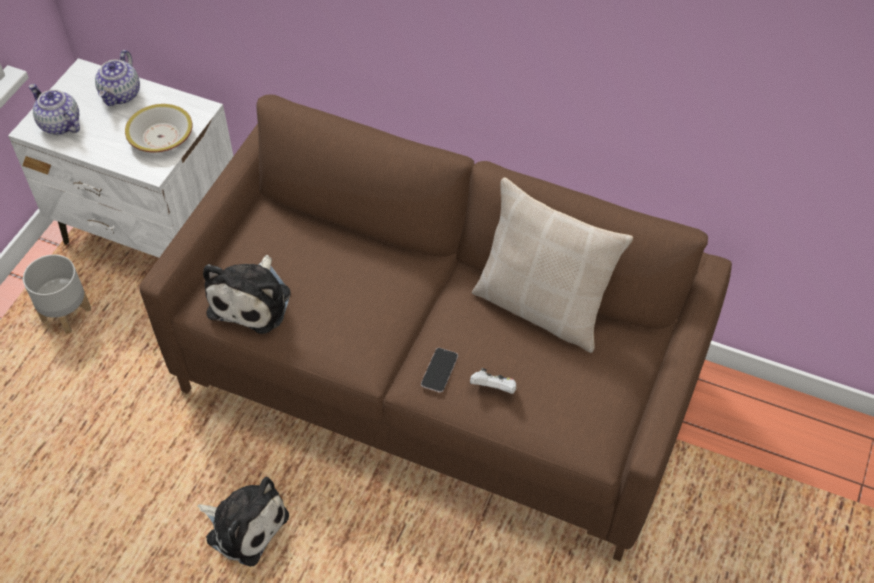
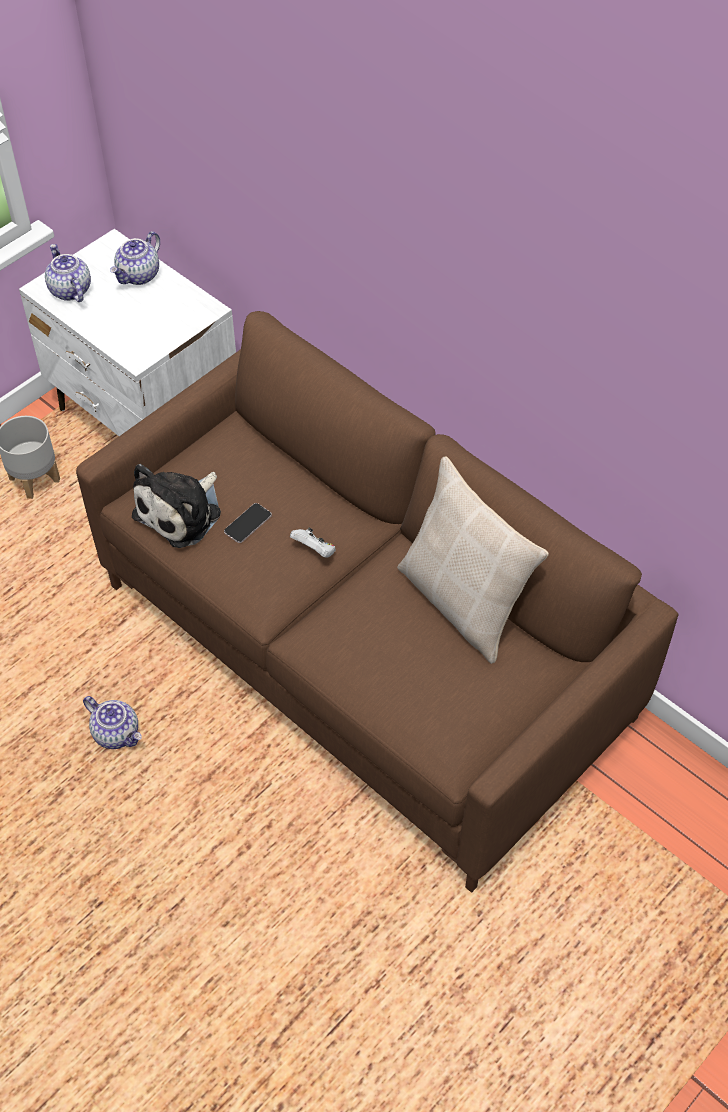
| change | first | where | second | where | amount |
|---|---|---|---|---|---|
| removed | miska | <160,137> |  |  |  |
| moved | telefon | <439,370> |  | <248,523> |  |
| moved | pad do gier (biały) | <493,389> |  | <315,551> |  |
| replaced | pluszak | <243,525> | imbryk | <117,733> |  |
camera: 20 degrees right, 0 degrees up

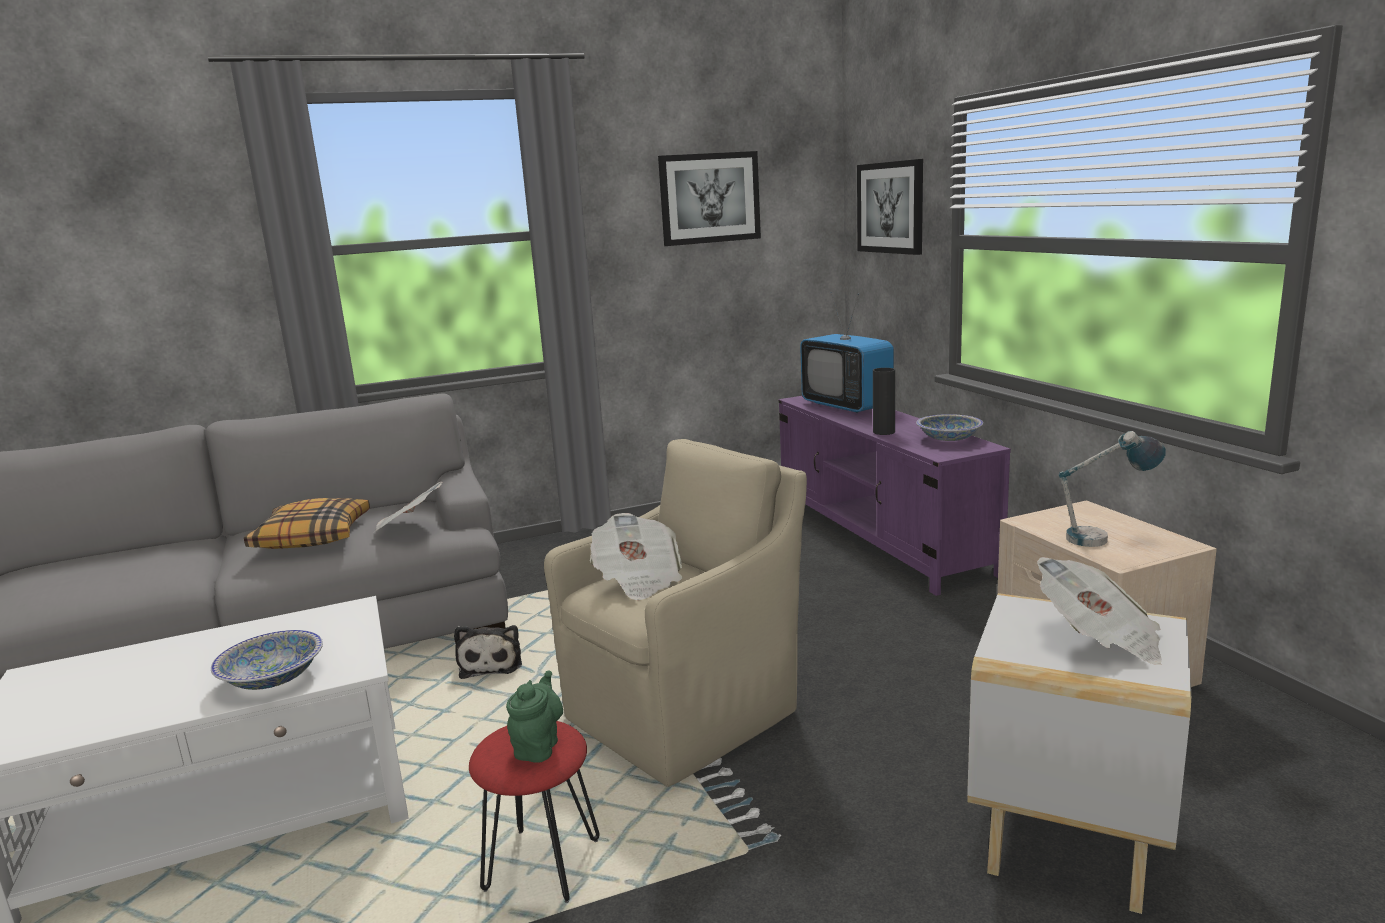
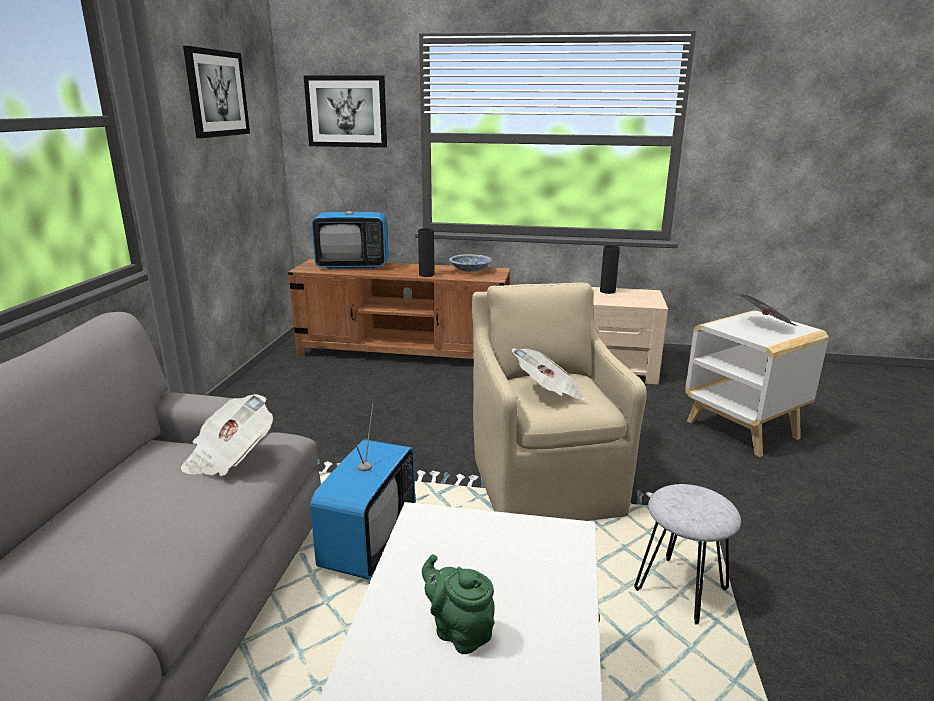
| change | first | where | second | where | amount |
|---|---|---|---|---|---|
| recoloured | szafka pod telewizor (fioletowy) | <880,535> | szafka pod telewizor (brązowy) | <404,353> |  |
| removed | lampa stołowa | <1105,539> |  |  |  |
| removed | poduszka | <313,536> |  |  |  |
| replaced | pluszak | <491,663> | telewizor | <368,543> |  |
| removed | miska | <273,678> |  |  |  |
| moved | imbryk (zielony) | <538,746> |  | <459,631> |  |
| recoloured | stołek (czerwony) | <542,867> | stołek (szary) | <681,591> |  |
| added |  |  | wazon (czarny) | <607,291> |  |
camera: 60 degrees left, 5 degrees up

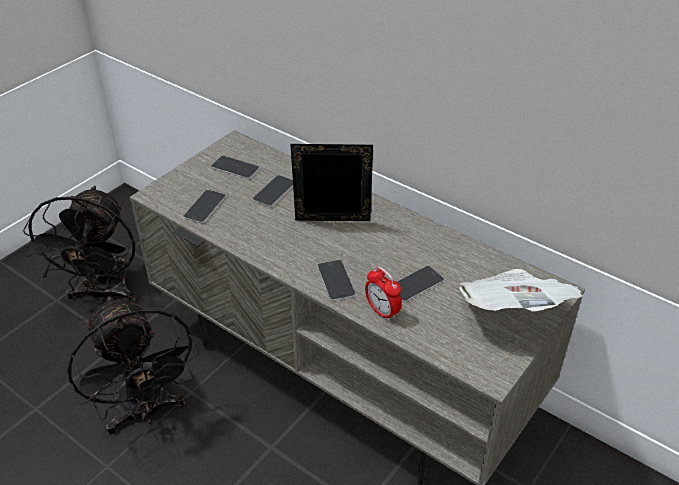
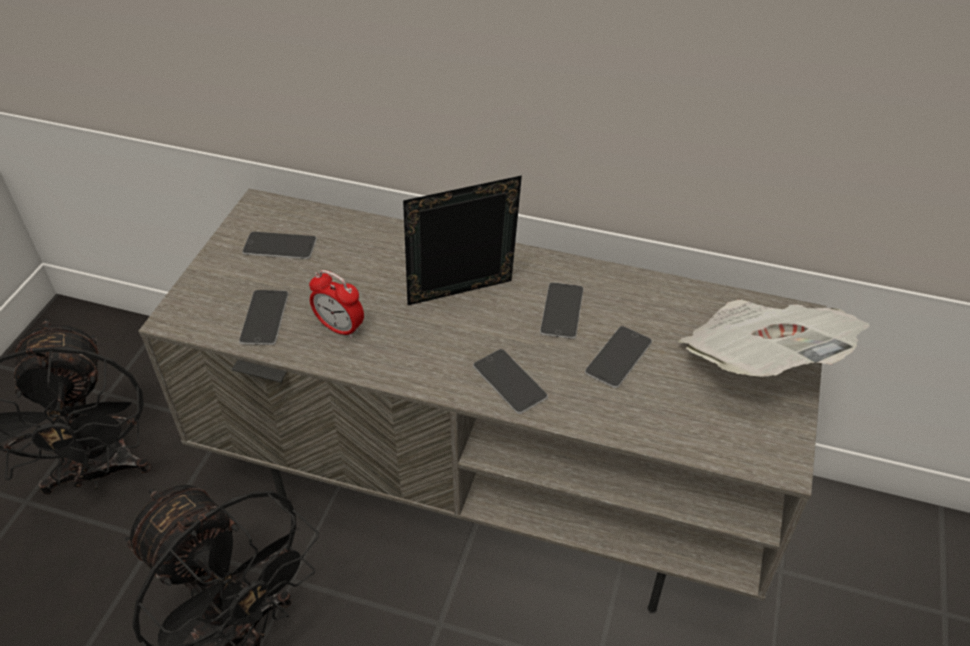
| change | first | where | second | where | amount |
|---|---|---|---|---|---|
| moved | telefon | <274,191> |  | <562,310> |  |
| moved | budzik | <382,311> |  | <340,328> |  |
camera: 20 degrees left, 5 degrees up

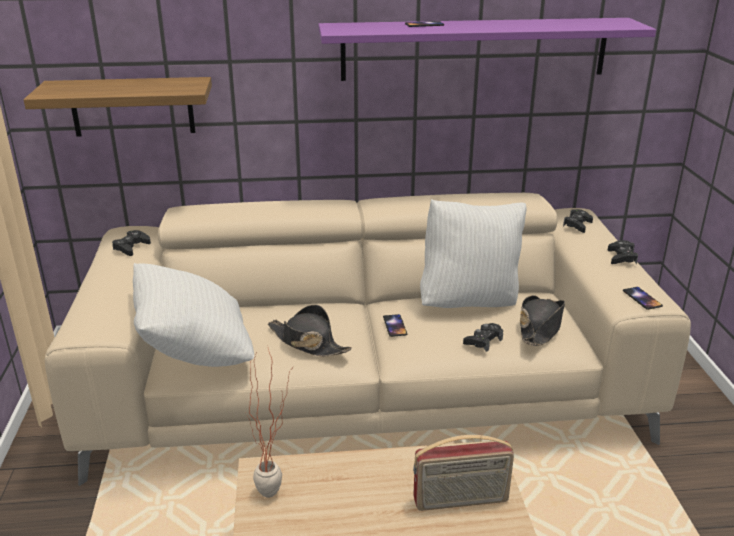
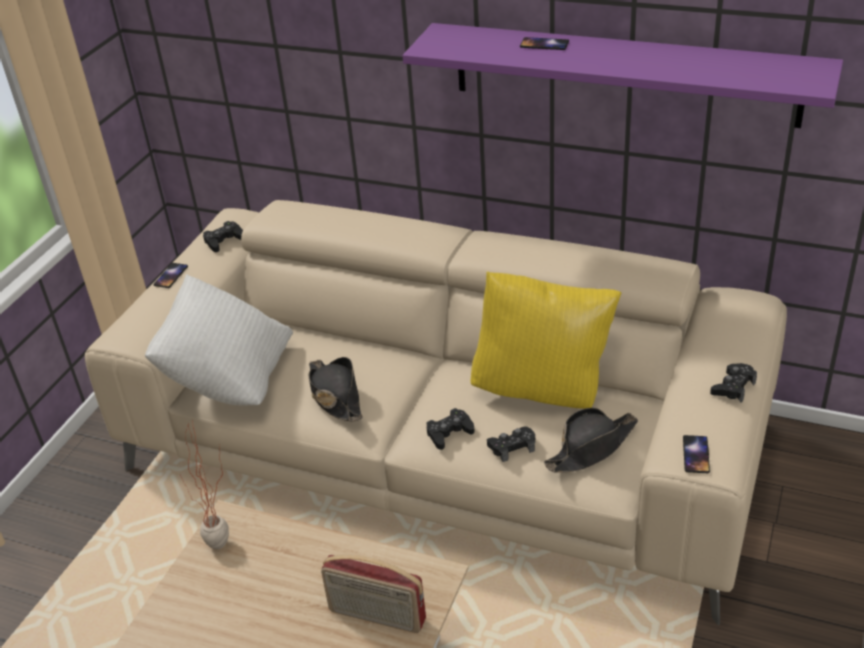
| change | first | where | second | where | amount |
|---|---|---|---|---|---|
| removed | półka | <132,106> |  |  |  |
| recoloured | poduszka (biały) | <469,302> | poduszka (żółty) | <543,390> |  |
| moved | pad do gier (czarny) | <577,225> |  | <449,433> |  |
| moved | telefon | <395,326> |  | <171,276> |  |
camera: 30 degrees right, 10 degrees up

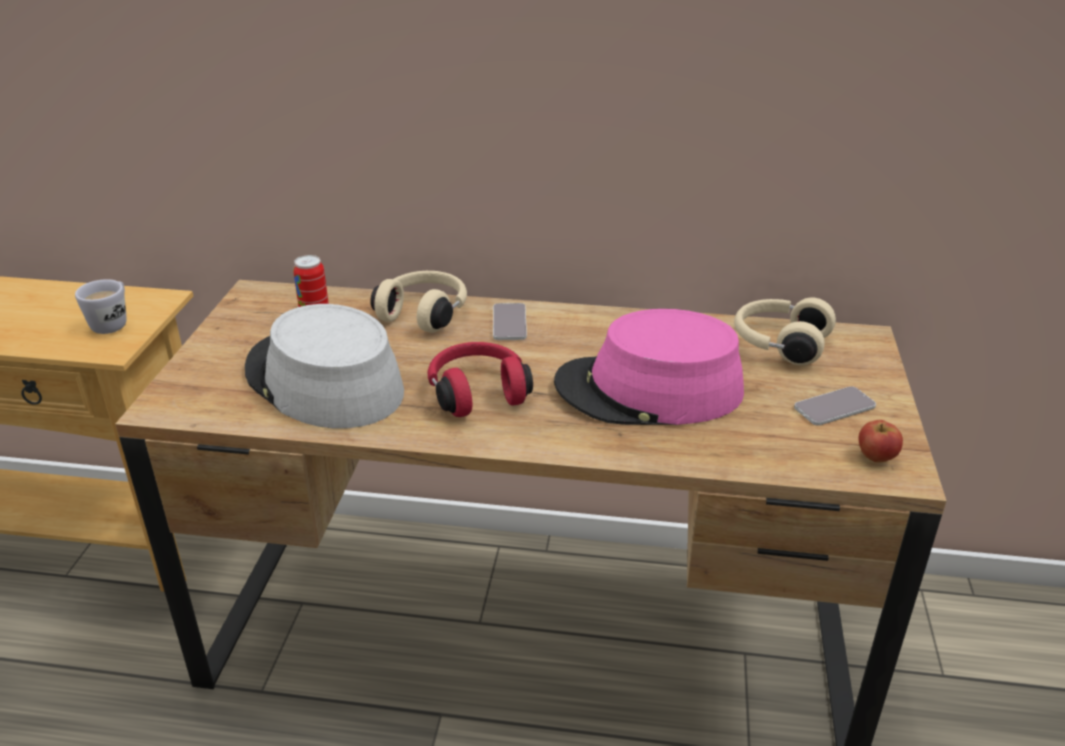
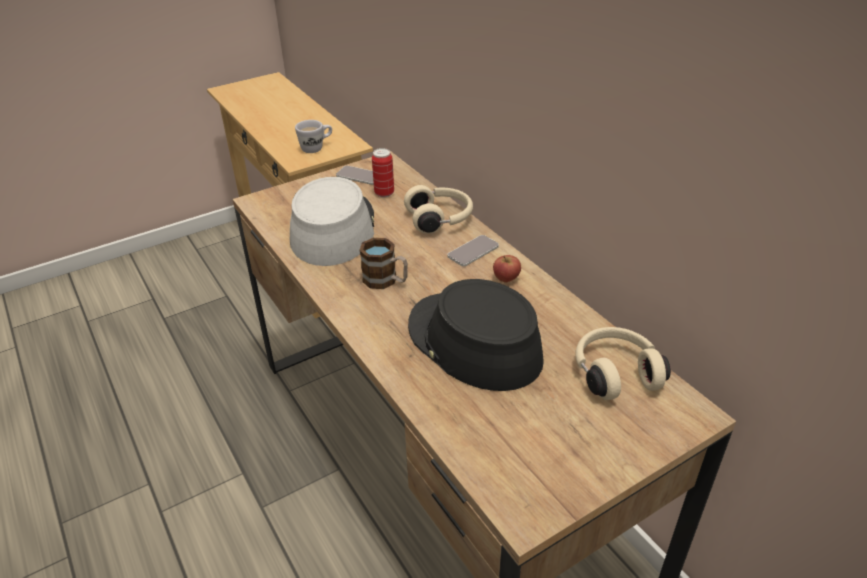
| change | first | where | second | where | amount |
|---|---|---|---|---|---|
| recoloured | kapelusz (różowy) | <649,390> | kapelusz (czarny) | <473,342> |  |
| replaced | słuchawki (czerwony) | <477,392> | kubek | <386,281> |  |
| moved | telefon | <834,407> |  | <359,176> |  |
| moved | jabłko | <876,457> |  | <506,279> |  |
camera: 50 degrees right, 5 degrees up

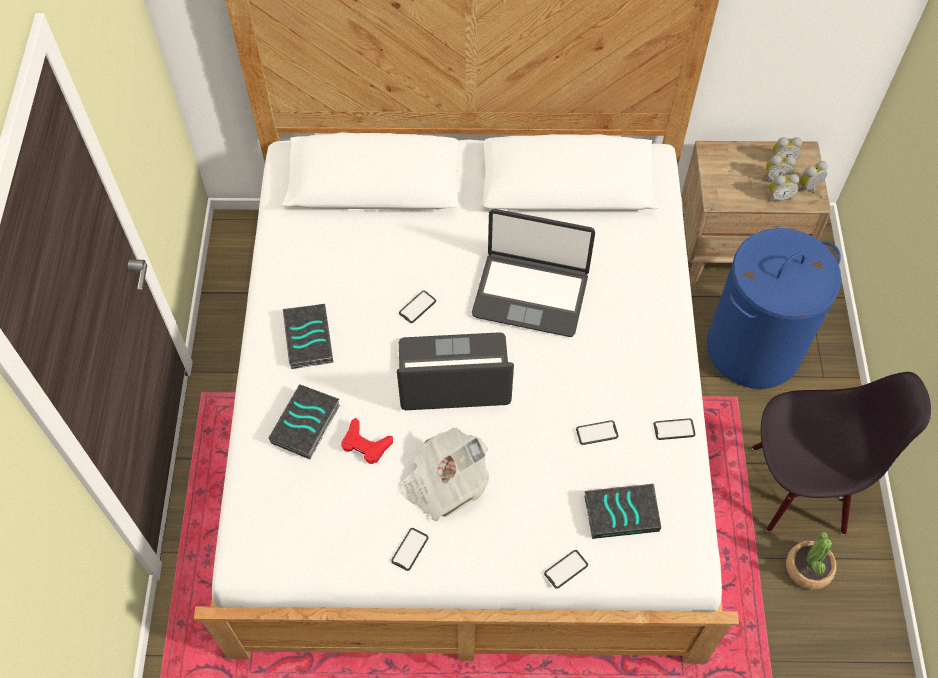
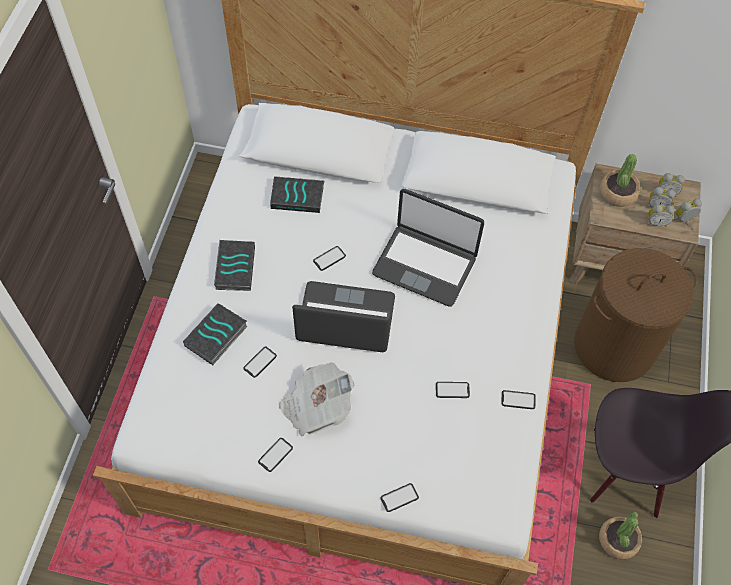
| change | first | where | second | where | amount |
|---|---|---|---|---|---|
| recoloured | kosz na pranie (niebieski) | <753,348> | kosz na pranie (brązowy) | <614,347> |  |
| replaced | pad do gier (czerwony) | <365,444> | telefon | <260,362> |  |
| moved | książka | <622,512> |  | <298,196> |  |
| added |  |  | roślina doniczkowa | <618,193> |  |
camera: 10 degrees right, 0 degrees up

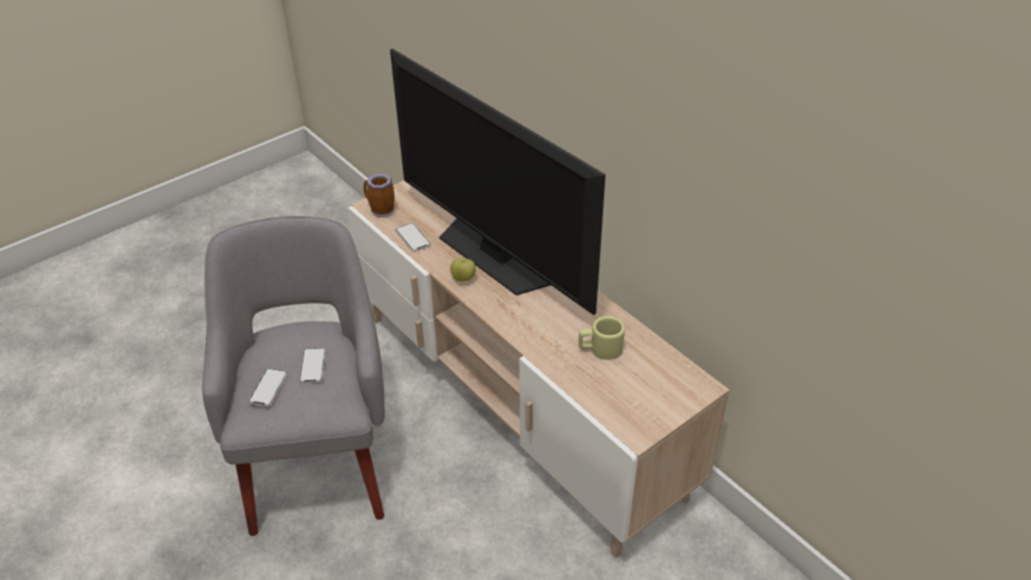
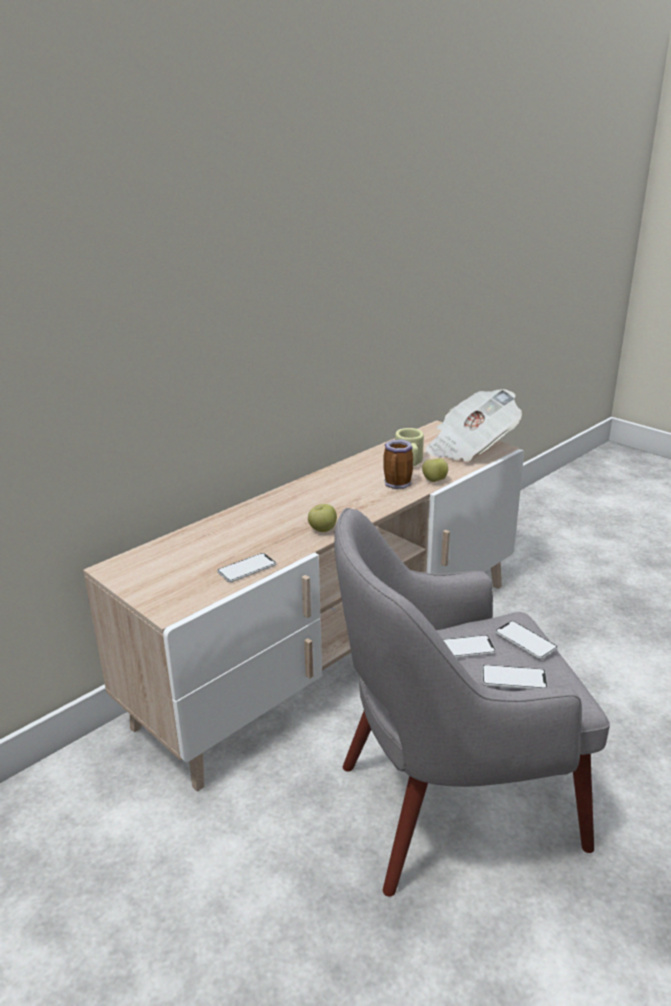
| change | first | where | second | where | amount |
|---|---|---|---|---|---|
| removed | telewizor | <496,255> |  |  |  |
| moved | kubek | <380,210> |  | <398,485> |  |
| added |  |  | gazeta | <470,448> |  |
| added |  |  | jabłko | <434,480> |  |
| added |  |  | telefon | <525,641> |  |
camera: 95 degrees left, 15 degrees down

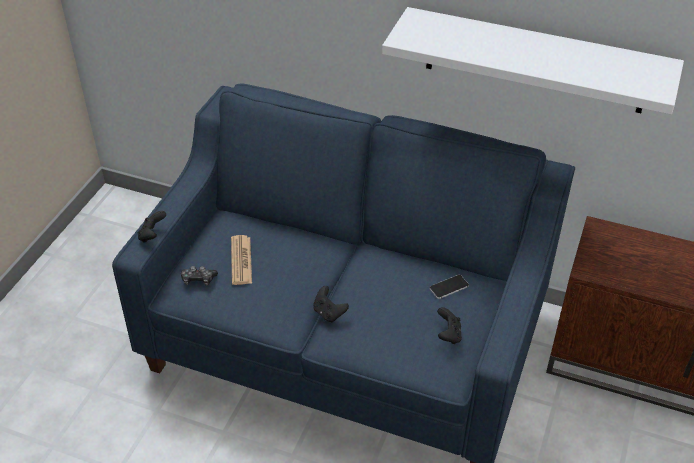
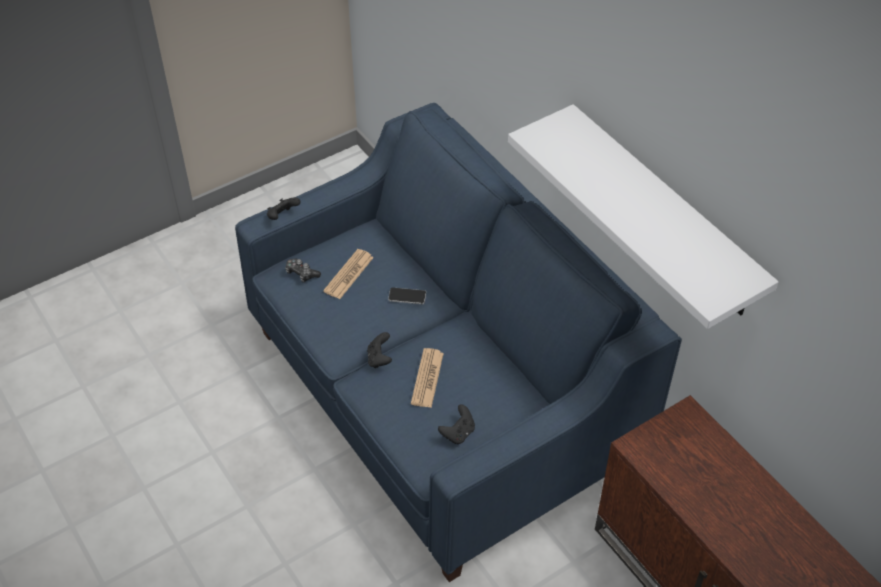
| change | first | where | second | where | amount |
|---|---|---|---|---|---|
| moved | telefon | <449,287> |  | <407,296> |  |
| added |  |  | gazeta | <427,378> |  |
camera: 35 degrees right, 5 degrees up

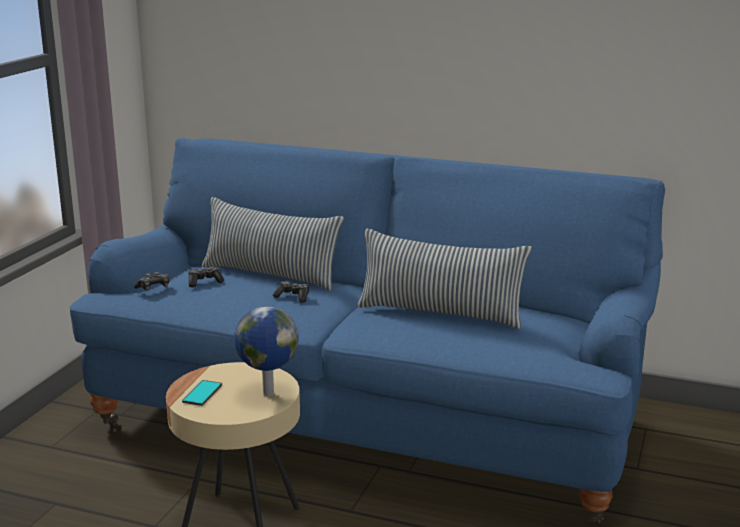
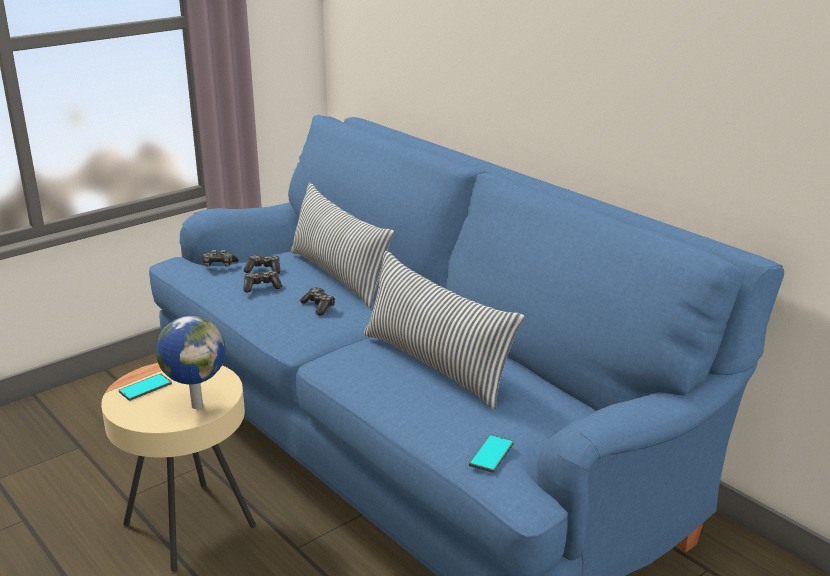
| change | first | where | second | where | amount |
|---|---|---|---|---|---|
| added |  |  | pad do gier | <262,286> |  |
| added |  |  | telefon | <491,454> |  |
camera: 30 degrees right, 5 degrees up

